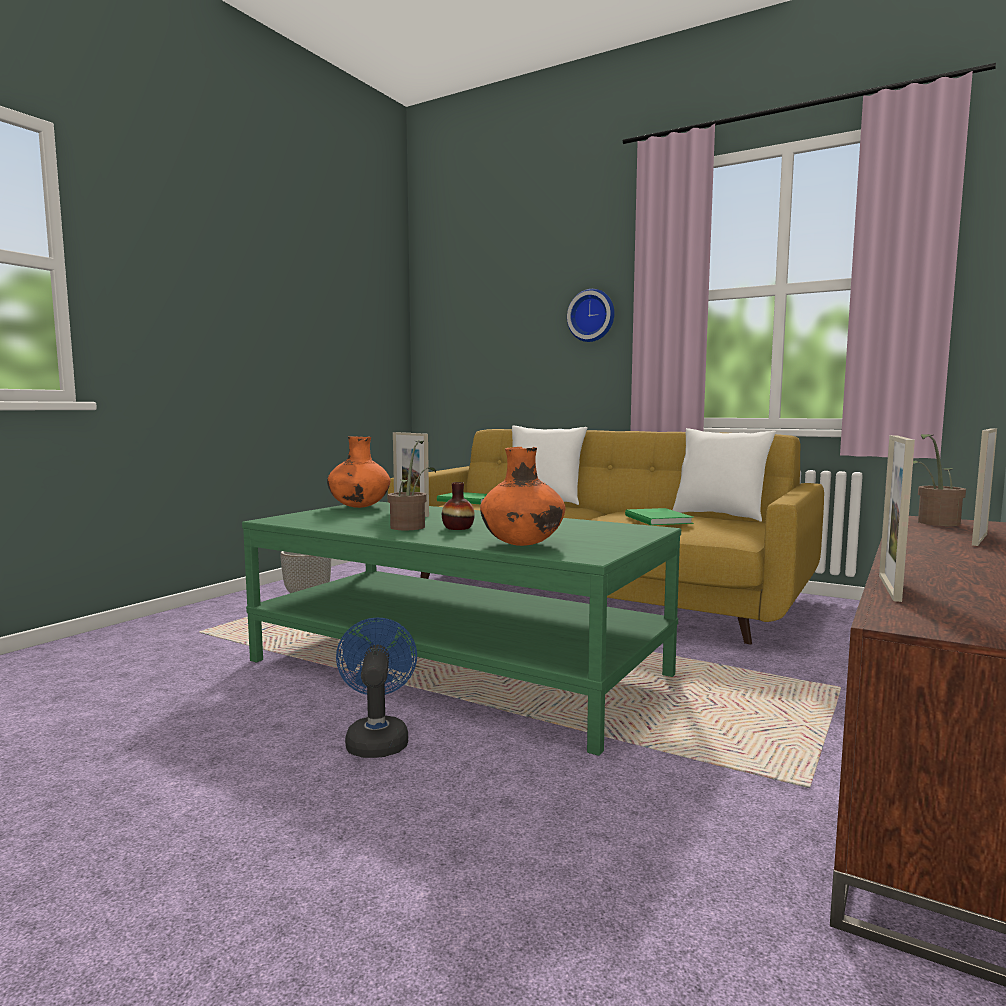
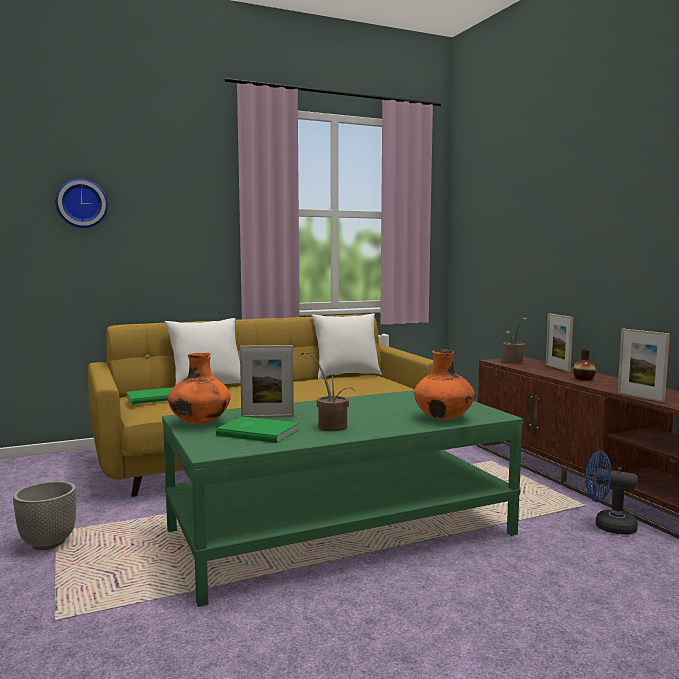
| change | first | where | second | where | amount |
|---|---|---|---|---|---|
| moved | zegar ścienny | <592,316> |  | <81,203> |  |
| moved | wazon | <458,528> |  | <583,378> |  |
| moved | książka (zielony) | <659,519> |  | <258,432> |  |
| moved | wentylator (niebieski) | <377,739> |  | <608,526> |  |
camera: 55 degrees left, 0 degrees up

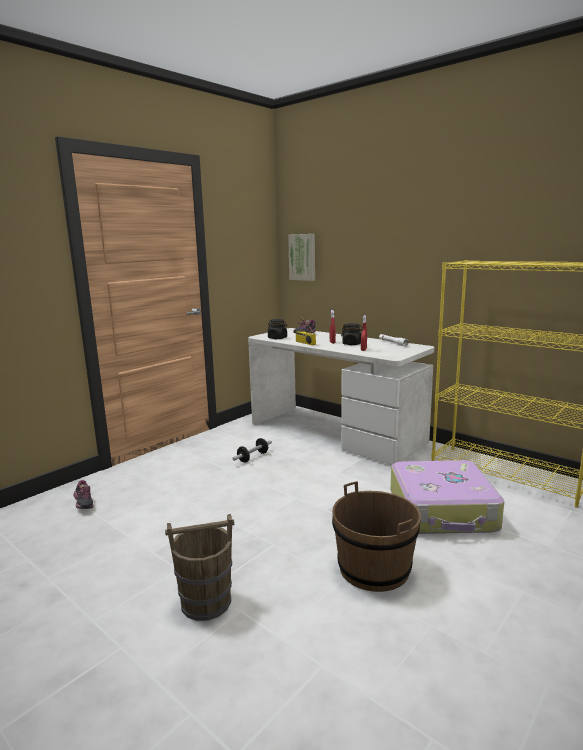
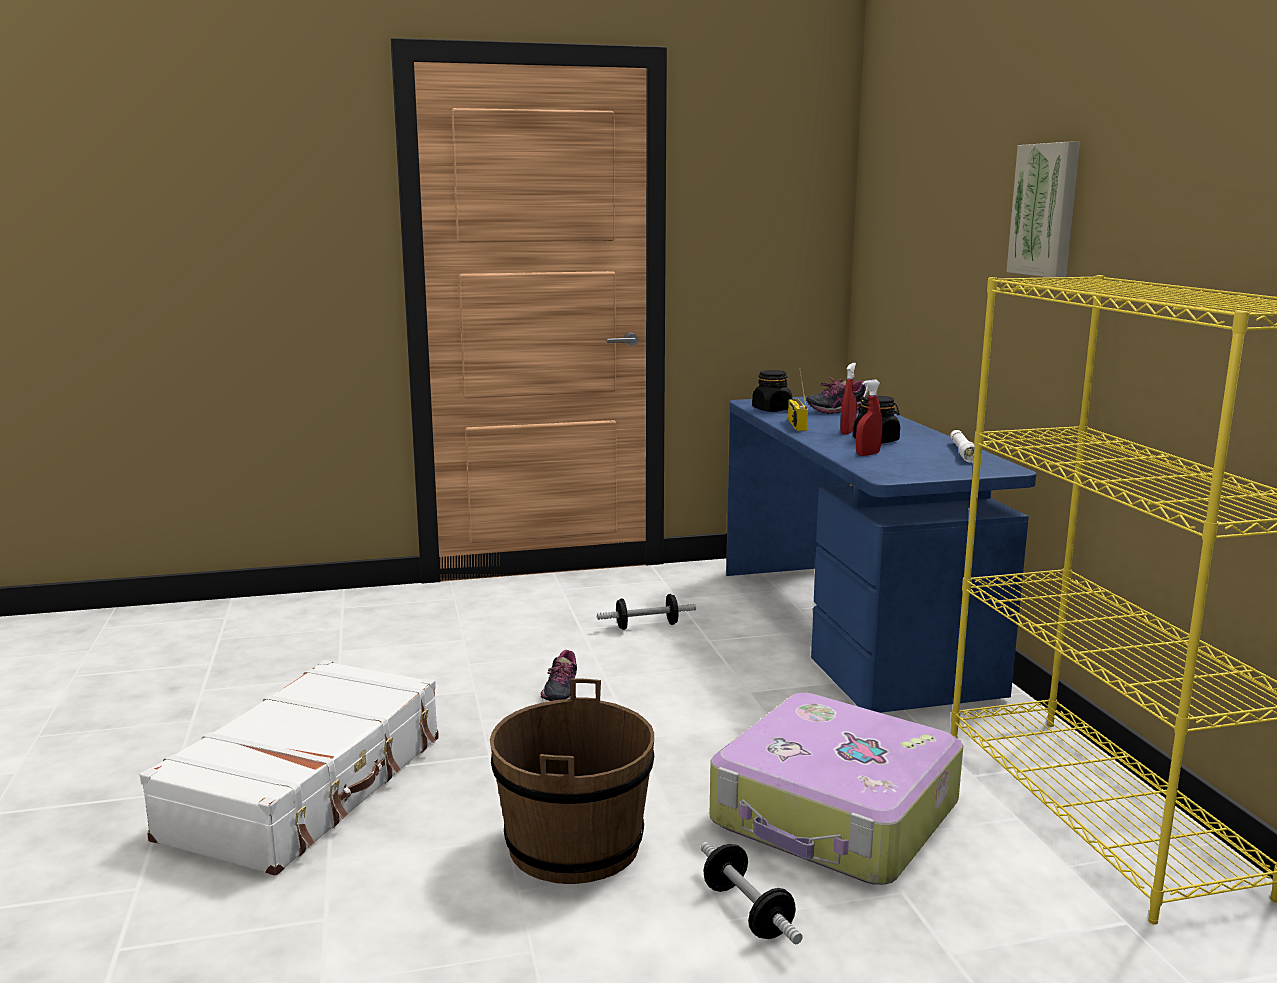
| change | first | where | second | where | amount |
|---|---|---|---|---|---|
| moved | obraz | <303,257> |  | <1047,210> |  |
| recoloured | biurko (biały) | <335,433> | biurko (niebieski) | <850,627> |  |
| moved | but | <83,504> |  | <559,694> |  |
| replaced | wiadro (brązowy) | <205,602> | walizka (biały) | <309,787> |  |
| added |  |  | hantel | <747,912> |  |
camera: 35 degrees right, 0 degrees up

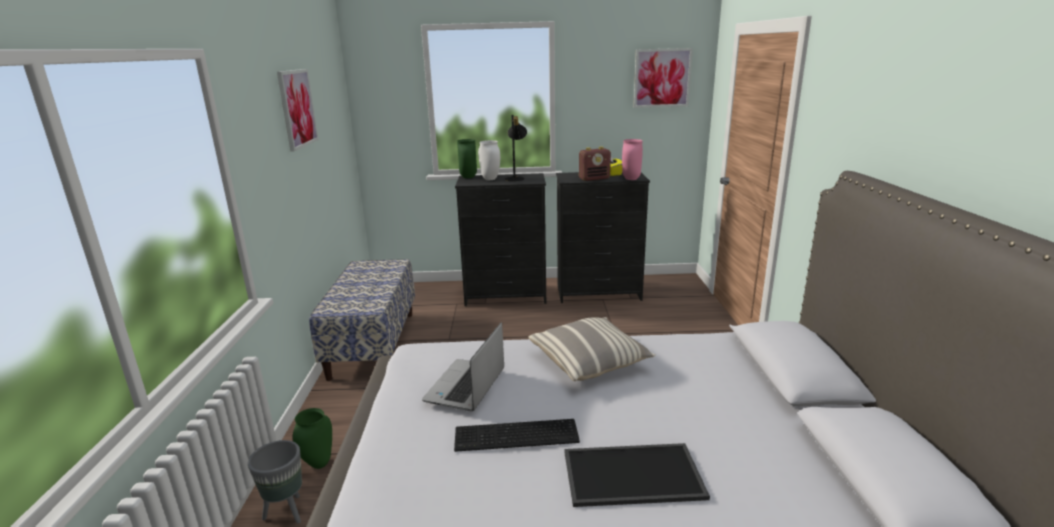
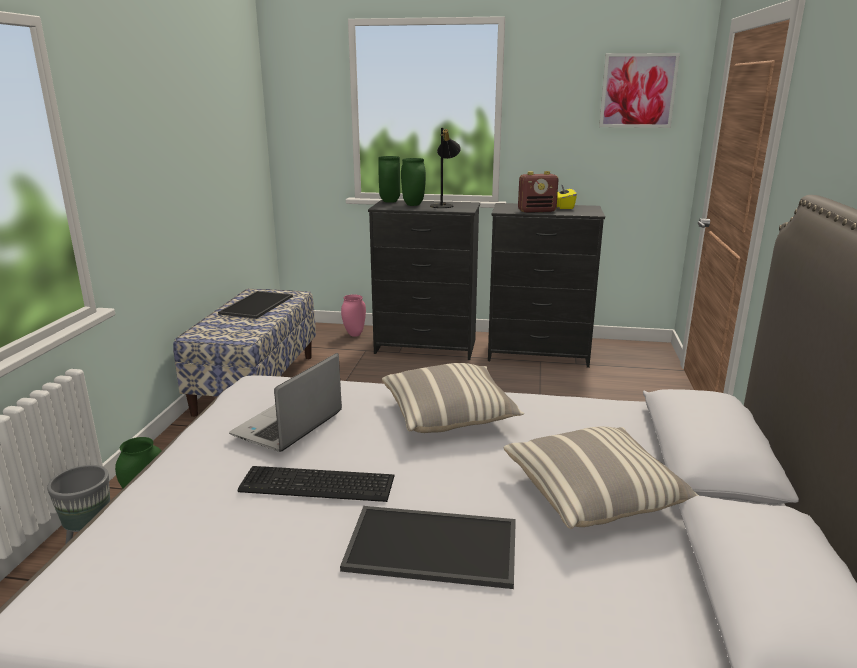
| change | first | where | second | where | amount |
|---|---|---|---|---|---|
| removed | obraz | <297,108> |  |  |  |
| moved | wazon (różowy) | <631,179> |  | <355,335> |  |
| recoloured | wazon (biały) | <491,179> | wazon (zielony) | <414,205> |  |
| added |  |  | taca | <257,305> |  |
| added |  |  | poduszka | <595,494> |  |
camera: 10 degrees right, 0 degrees up

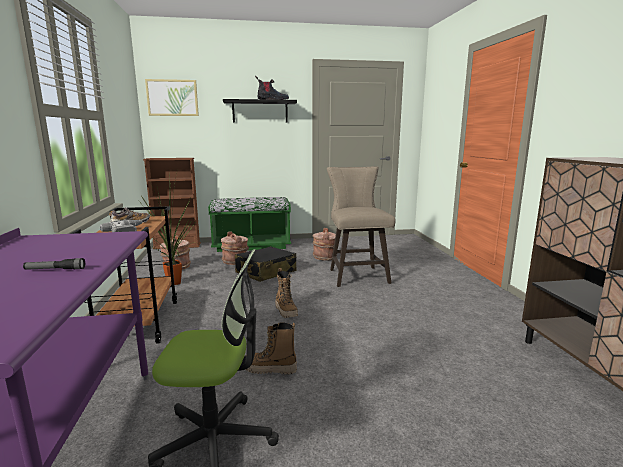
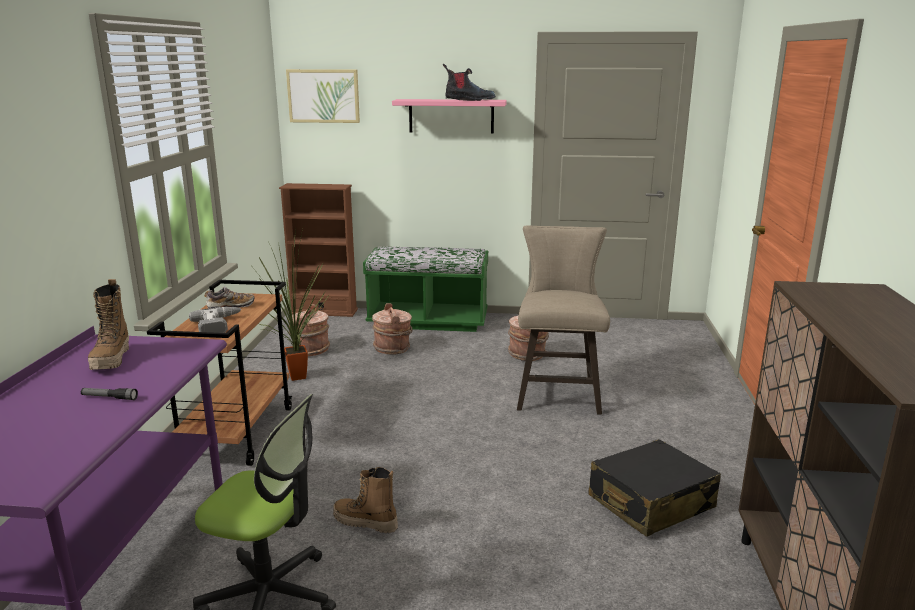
| change | first | where | second | where | amount |
|---|---|---|---|---|---|
| recoloured | półka (czarny) | <260,111> | półka (różowy) | <451,116> |  |
| moved | walizka (czarny) | <266,272> |  | <650,502> |  |
| moved | but z cholewką | <286,311> |  | <112,359> |  |
camera: 15 degrees right, 5 degrees up

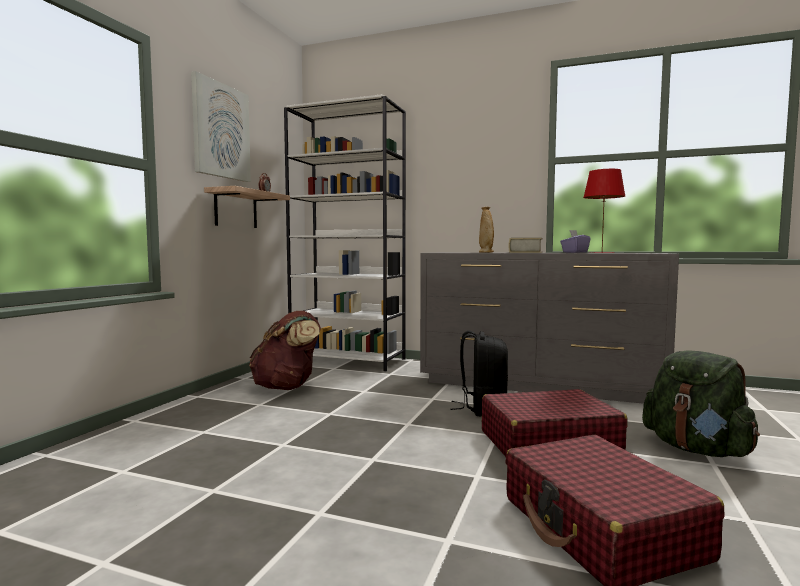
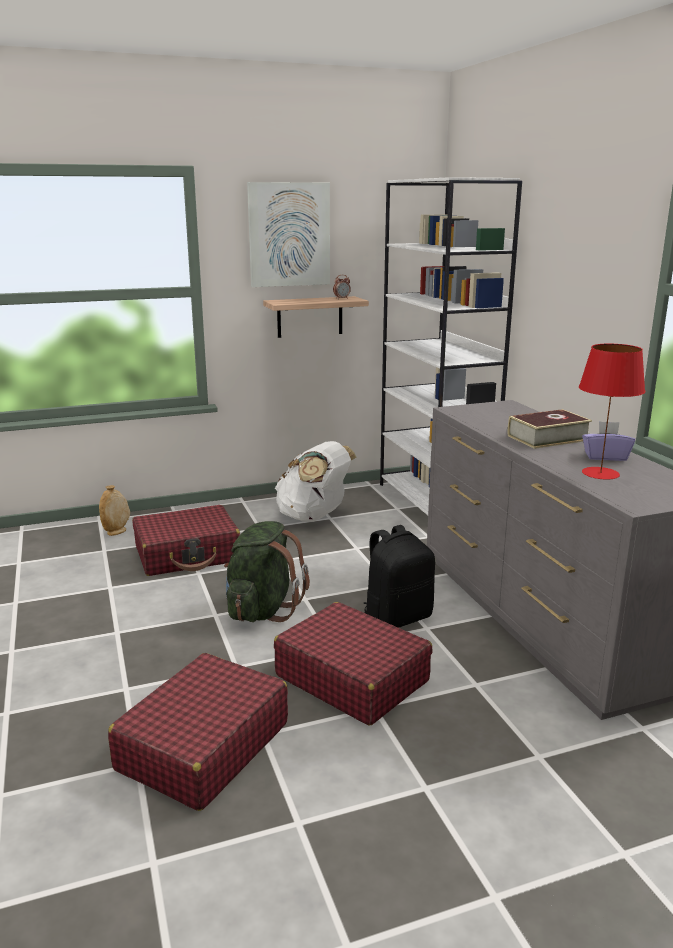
| change | first | where | second | where | amount |
|---|---|---|---|---|---|
| moved | wazon (beżowy) | <486,252> |  | <117,532> |  |
| recoloured | plecak (brązowy) | <287,387> | plecak (biały) | <314,517> |  |
| moved | plecak (zielony) | <697,449> |  | <262,610> |  |
| added |  |  | walizka (czerwony) | <188,554> |  |
camera: 50 degrees right, 15 degrees up

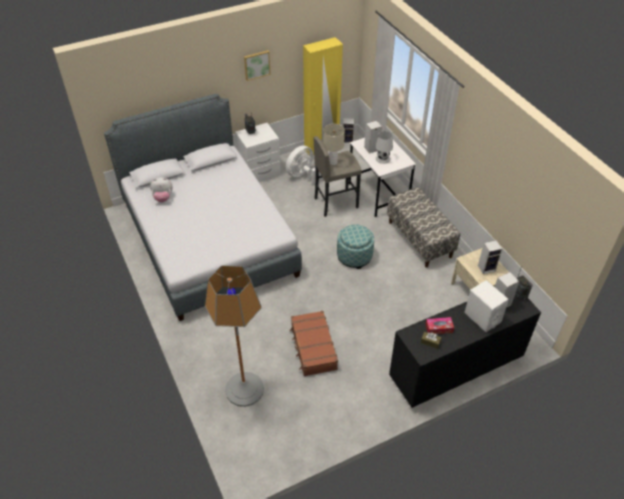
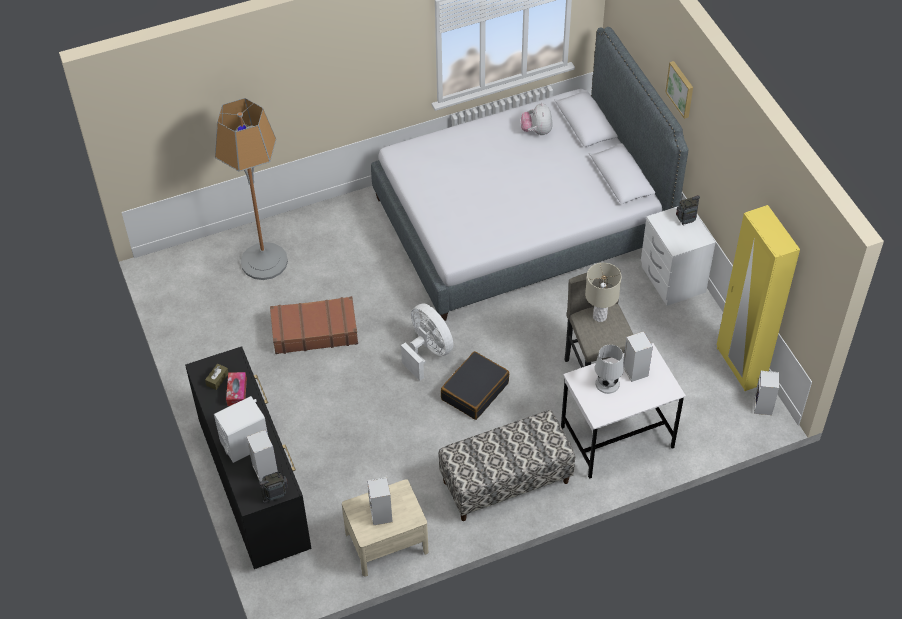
| change | first | where | second | where | amount |
|---|---|---|---|---|---|
| moved | obraz | <256,64> |  | <681,89> |  |
| moved | wentylator (biały) | <303,176> |  | <428,352> |  |
| replaced | pufa | <354,256> | walizka (czarny) | <474,391> |  |
camera: 95 degrees right, 5 degrees up

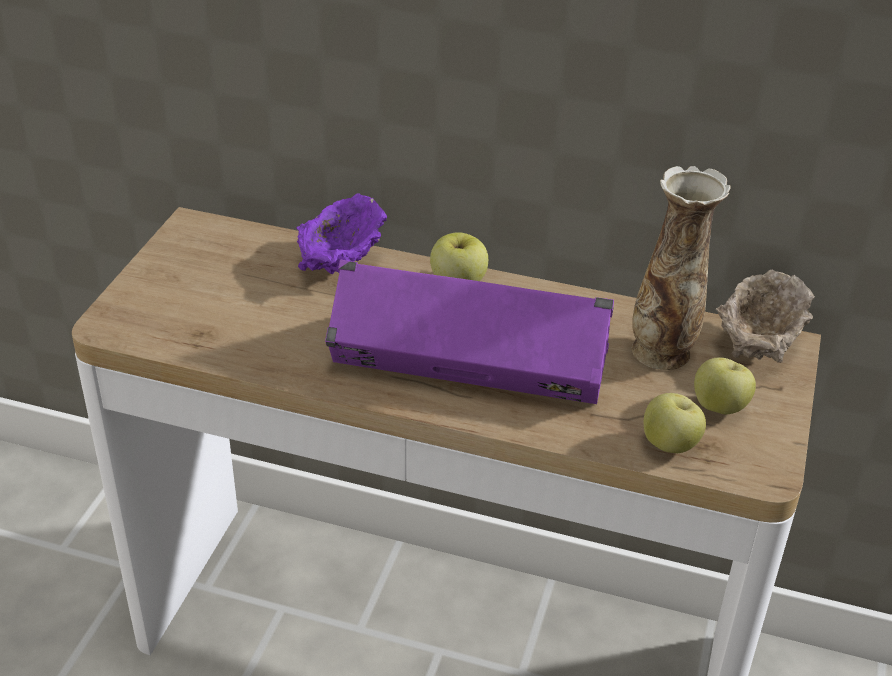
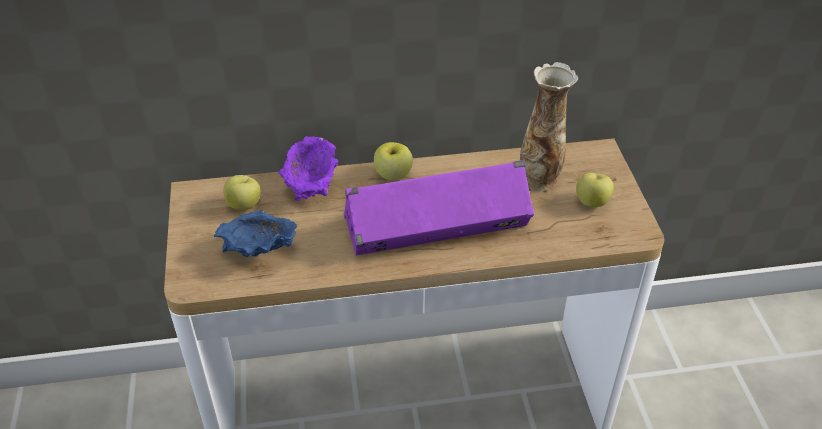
| change | first | where | second | where | amount |
|---|---|---|---|---|---|
| removed | miska (beżowy) | <756,345> |  |  |  |
| moved | jabłko | <670,445> |  | <244,205> |  |
| added |  |  | miska (niebieski) | <260,252> |  |
camera: 25 degrees left, 5 degrees up

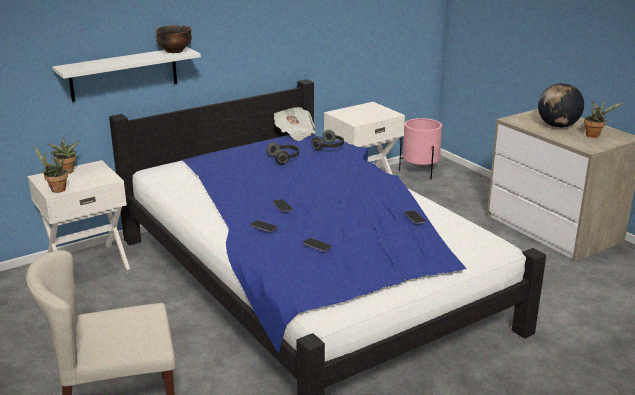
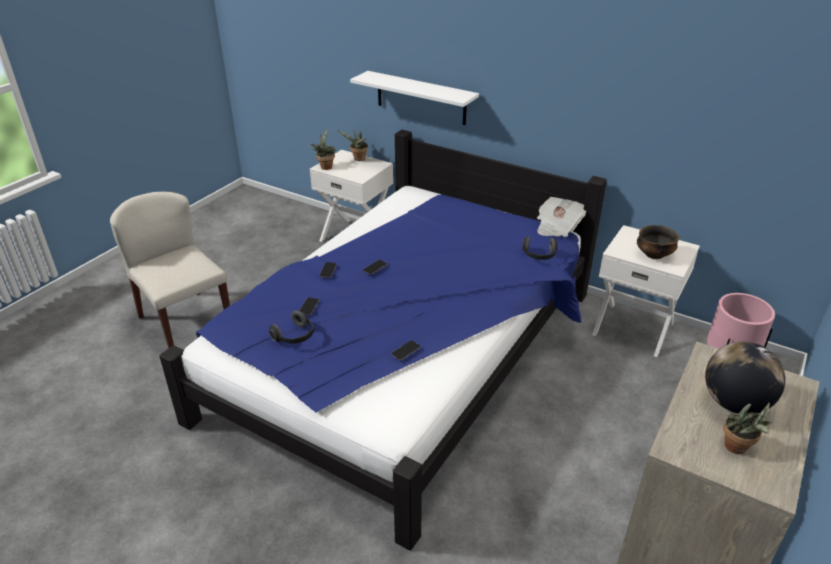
| change | first | where | second | where | amount |
|---|---|---|---|---|---|
| moved | miska | <174,51> |  | <654,255> |  |
| moved | słuchawki | <284,158> |  | <295,337> |  |
camera: 65 degrees right, 10 degrees up

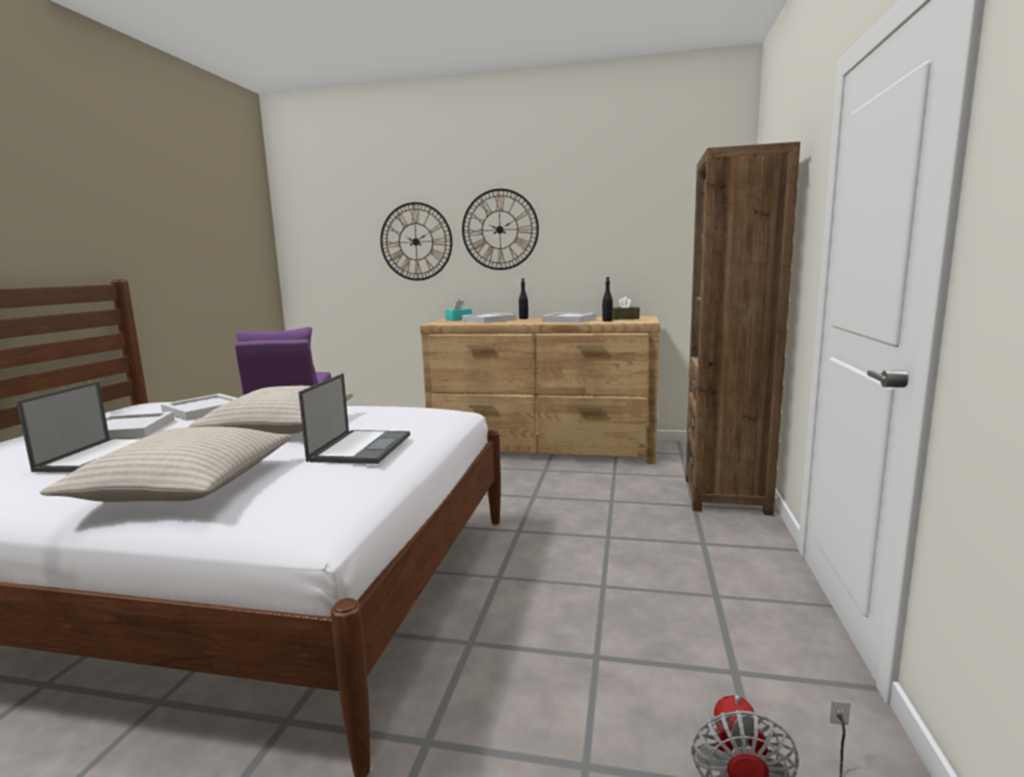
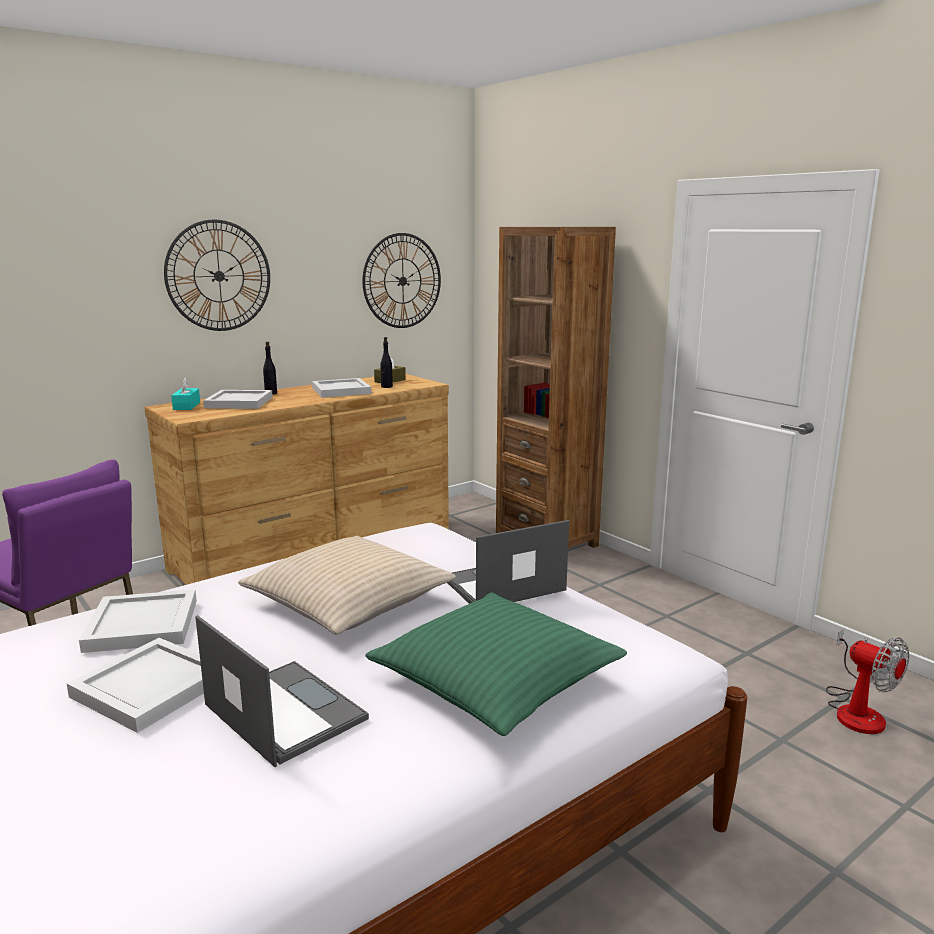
| change | first | where | second | where | amount |
|---|---|---|---|---|---|
| moved | zegar ścienny | <416,241> |  | <402,281> |  |
| turned | laptop | <361,447> |  | <502,585> | 75 degrees counterclockwise |
| recoloured | poduszka (beżowy) | <184,485> | poduszka (zielony) | <496,680> |  |
camera: 50 degrees left, 5 degrees up

